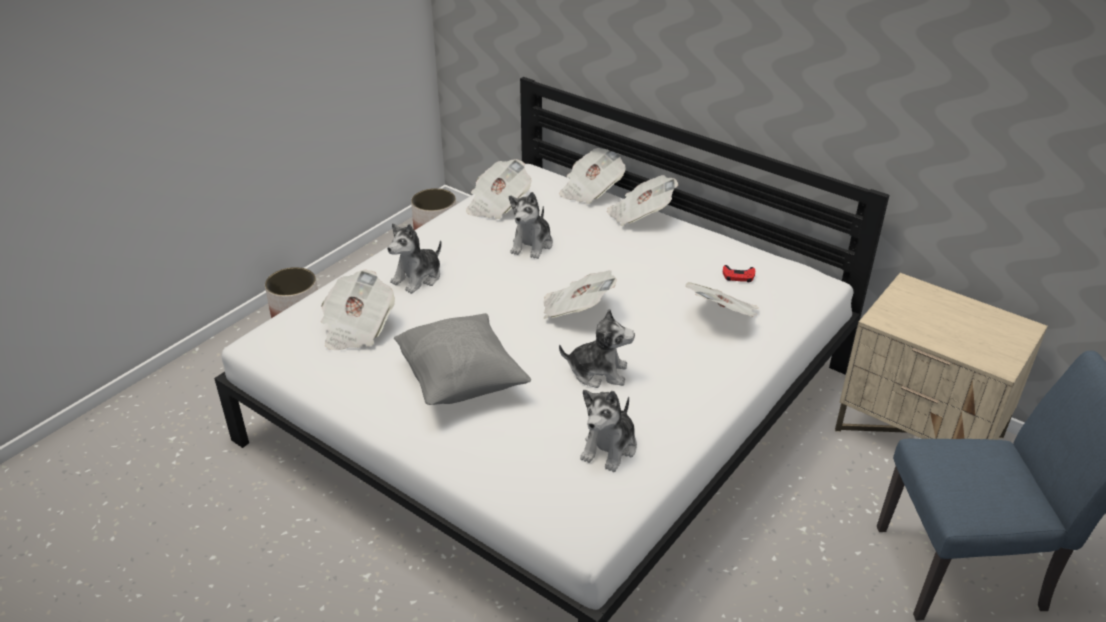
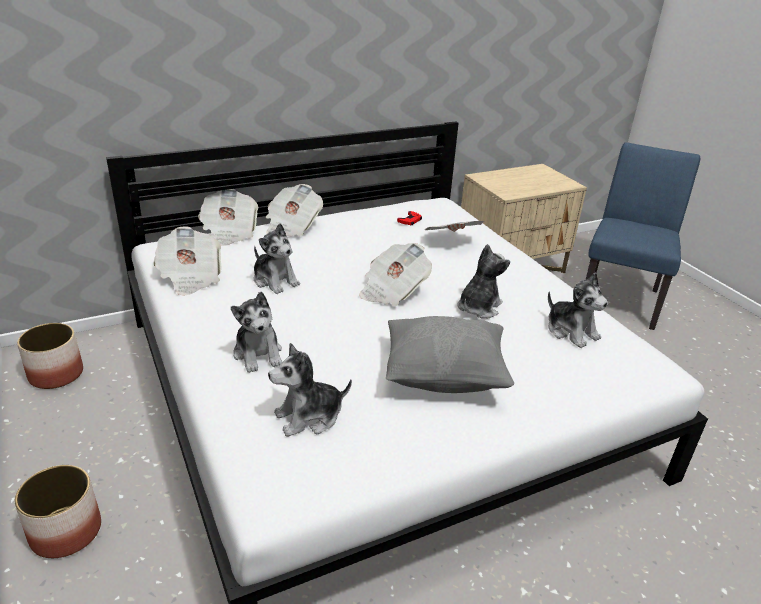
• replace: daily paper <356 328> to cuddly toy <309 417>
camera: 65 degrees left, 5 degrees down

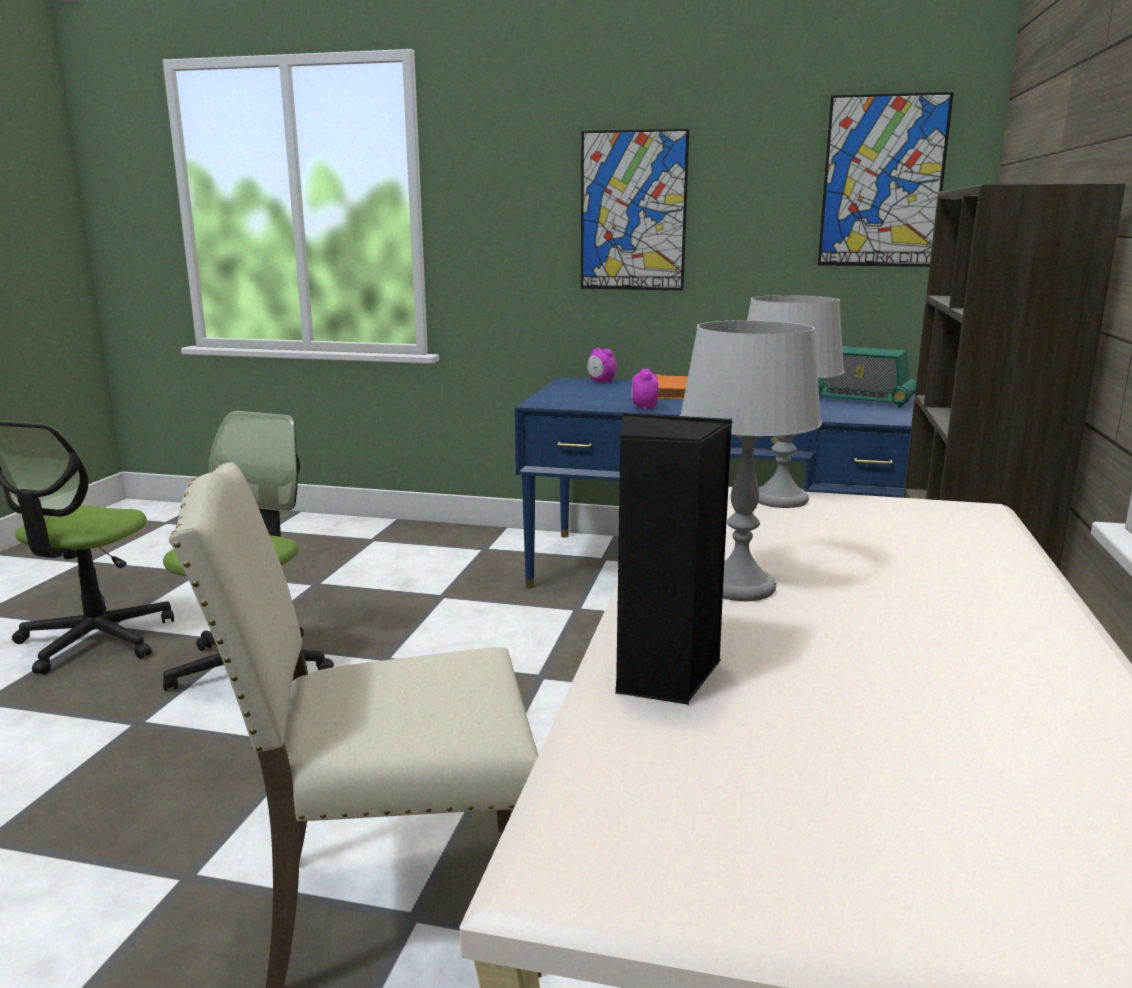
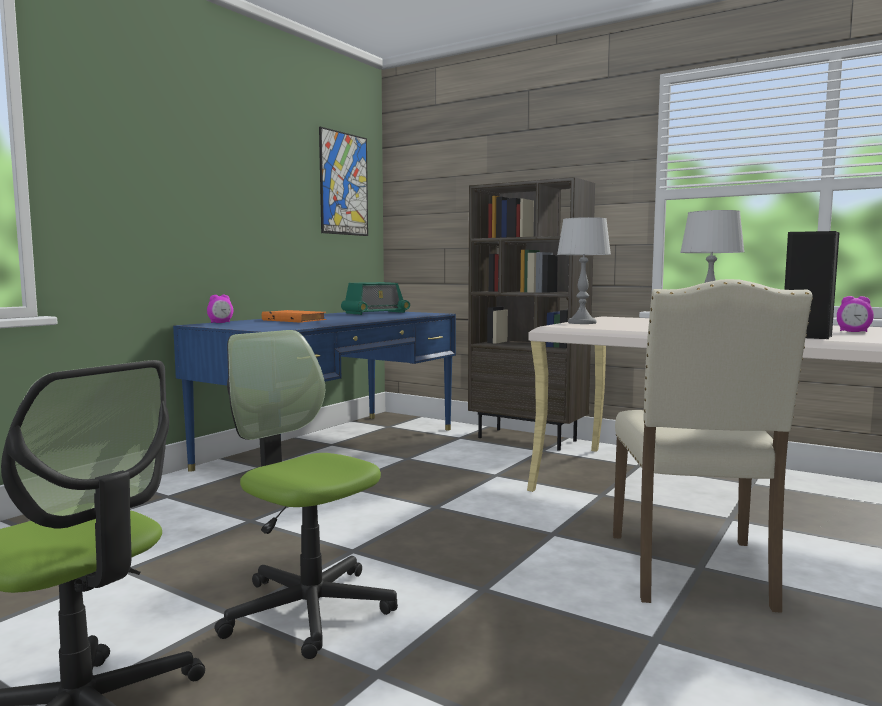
• delete: wall art <633 211>
• move: alarm clock <644 408> to <853 332>
camera: 70 degrees left, 10 degrees down

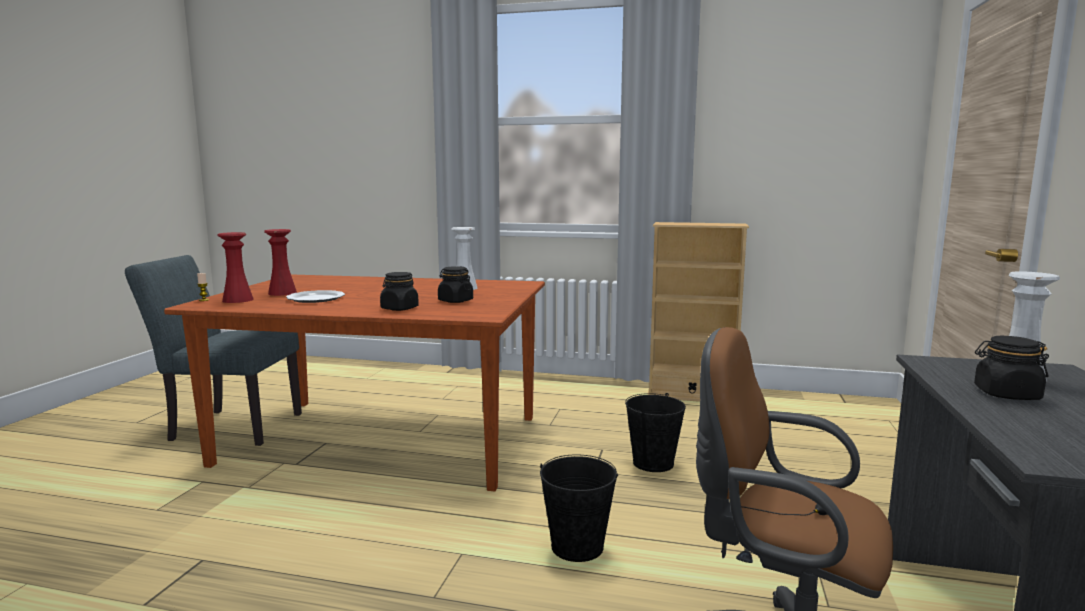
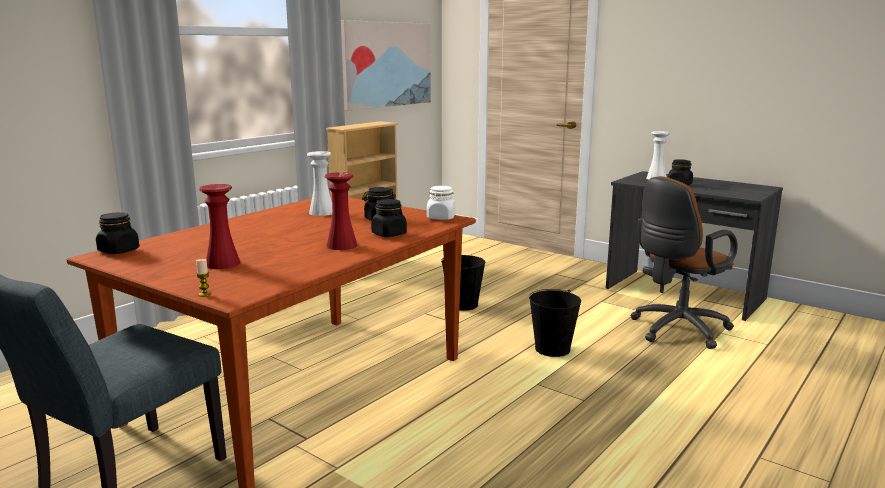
• move: red-coloured decorative vase <238 300> to <342 245>
• delete: plate <316 298>
• insert: black jar <119 251>
• insert: wall art <386 64>
• insert: whitish jar <441 218>
camera: 65 degrees left, 5 degrees up

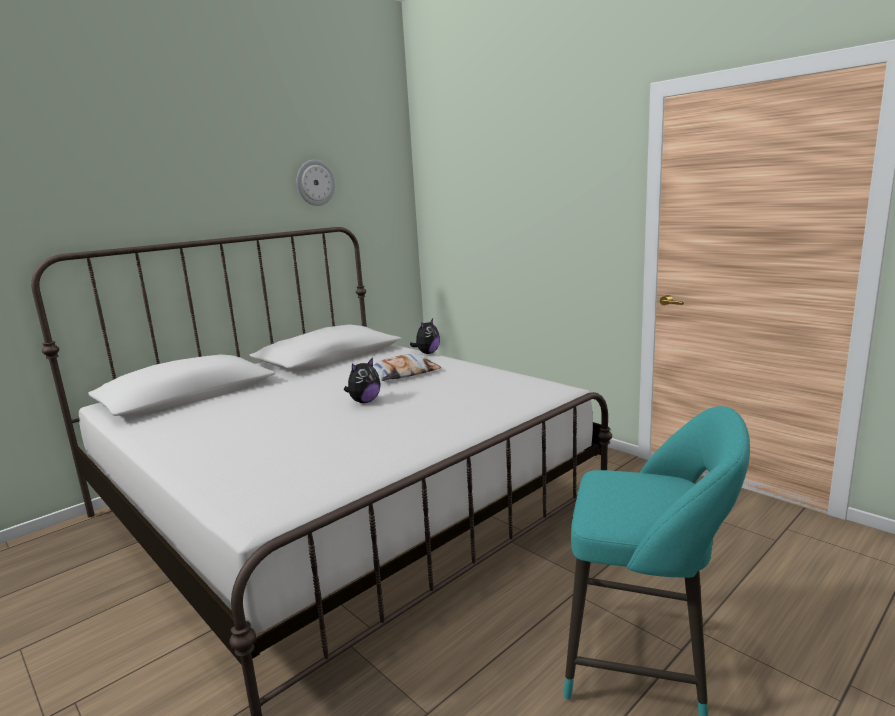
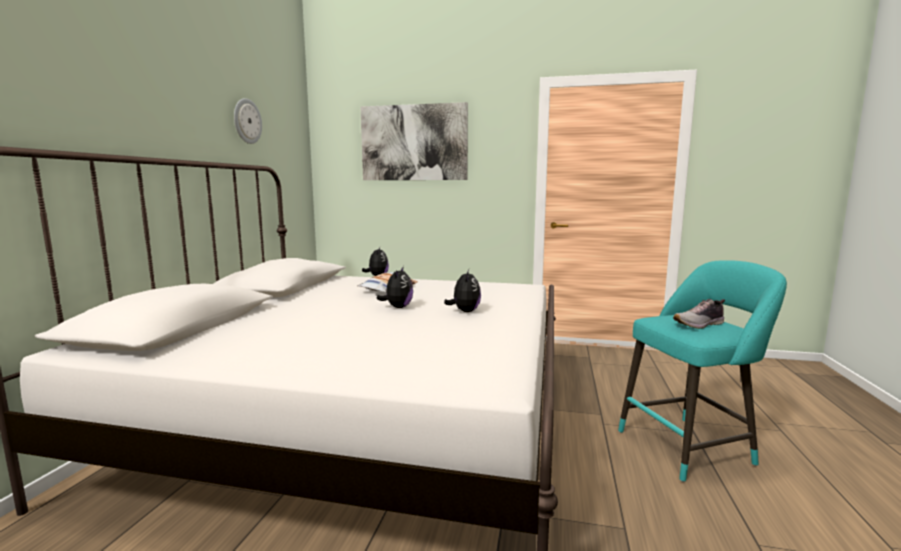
• insert: wall art <413 143>
• insert: cuddly toy <464 311>
• insert: item of footwear <700 324>
camera: 35 degrees left, 5 degrees down

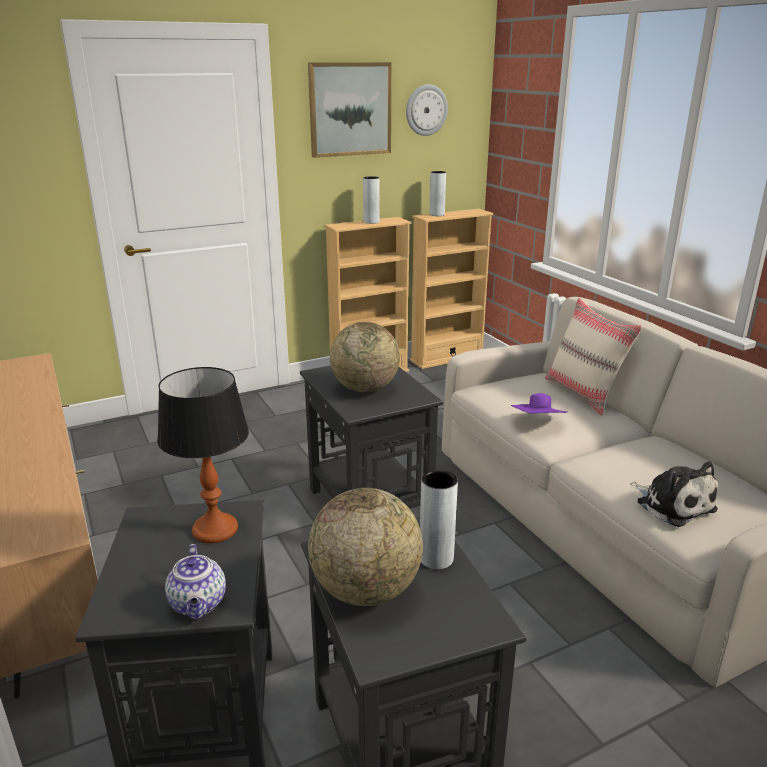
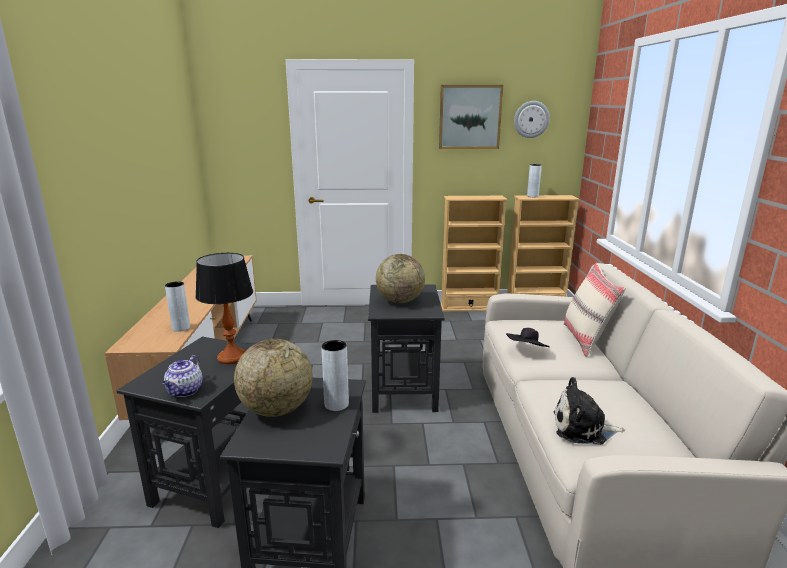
• move: grey decorative vase <371 222> to <181 328>
• recolor: purplish wearable hat <538 423> to black wearable hat <527 351>
• rotate: cuddly toy <672 504> = <583 428> 105 degrees clockwise
camera: 25 degrees right, 5 degrees down

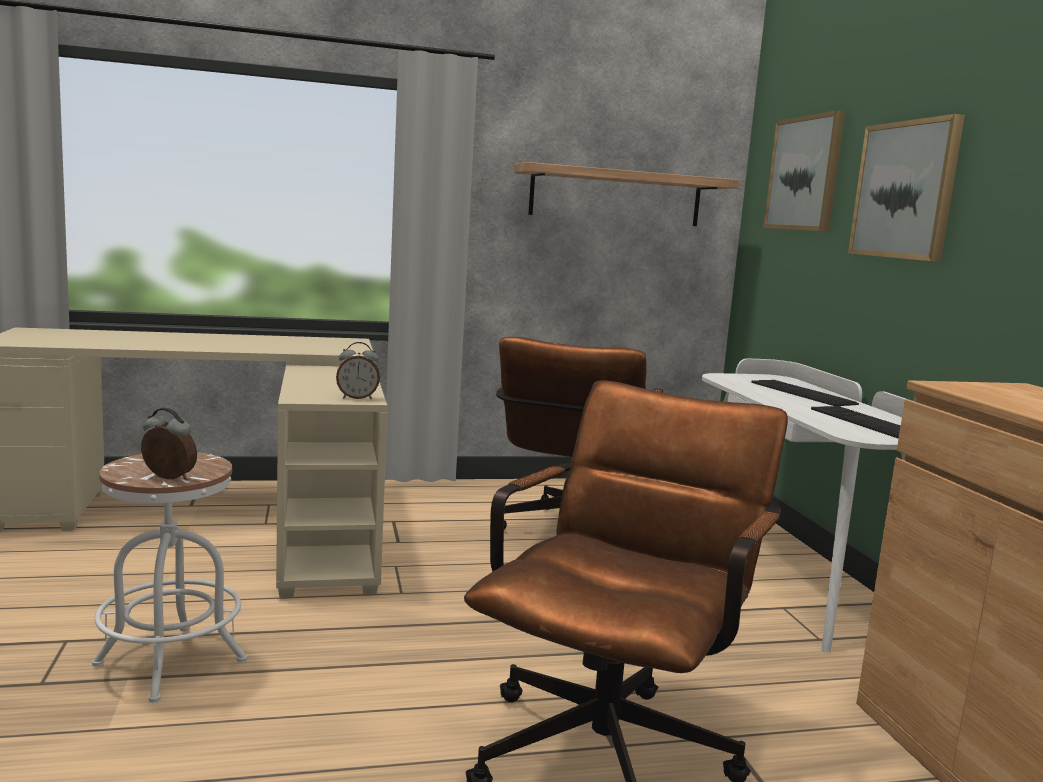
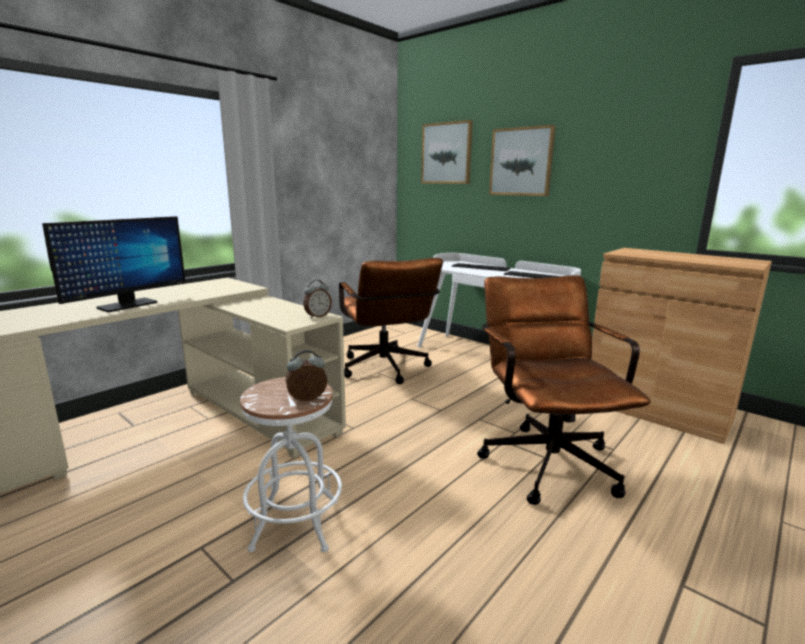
• delete: wall shelf <616 196>
• insert: computer display <127 305>
camera: 35 degrees left, 5 degrees up

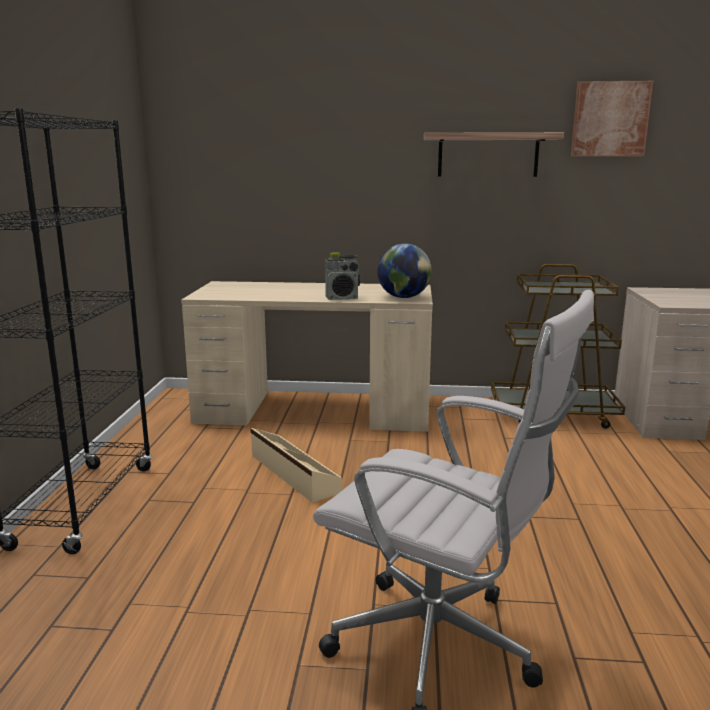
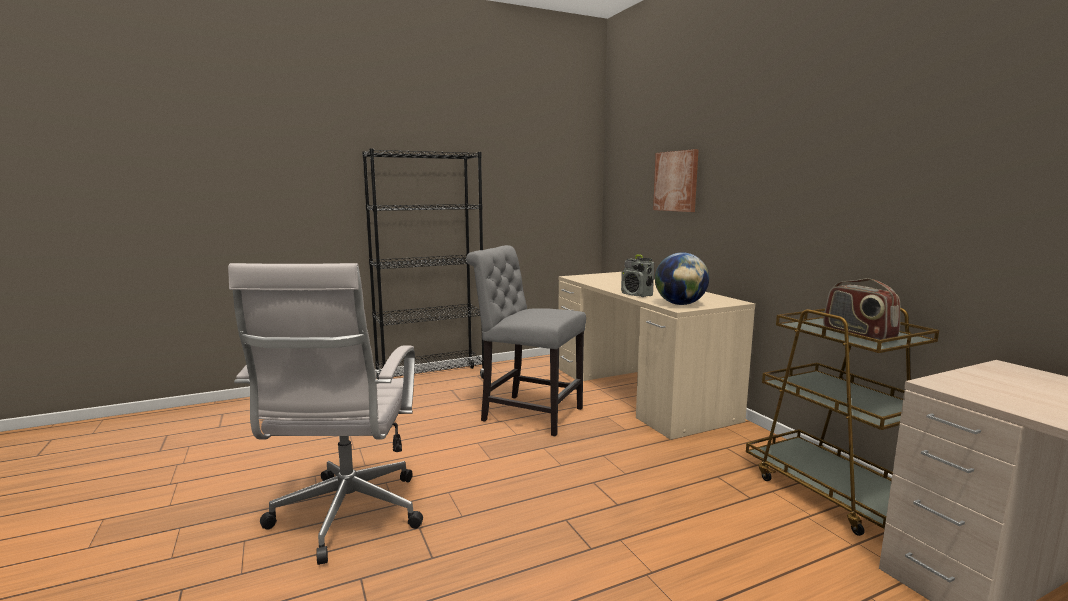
• replace: sand-coloured storage box <292 473> to grey plain chair <527 414>
• delete: wall shelf <488 155>
• move: wall art <610 119> to <676 181>
• insert: radio receiver <858 334>
camera: 60 degrees right, 5 degrees down

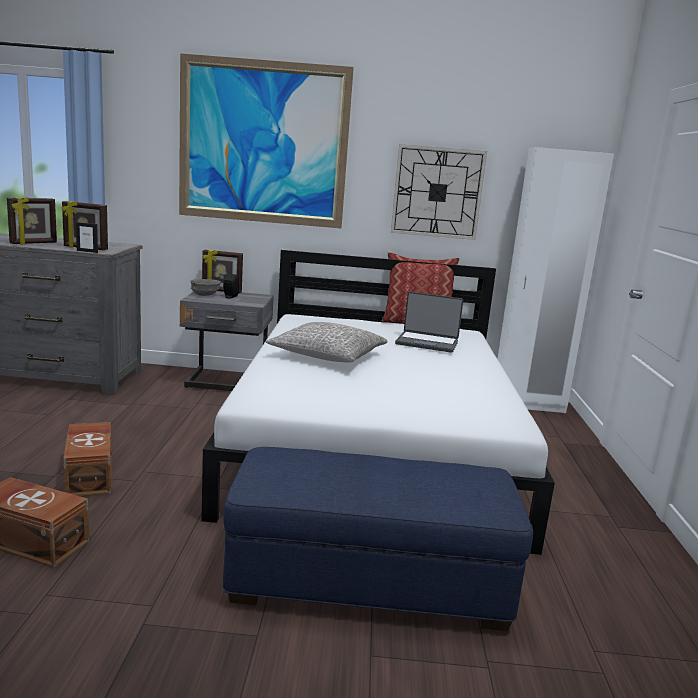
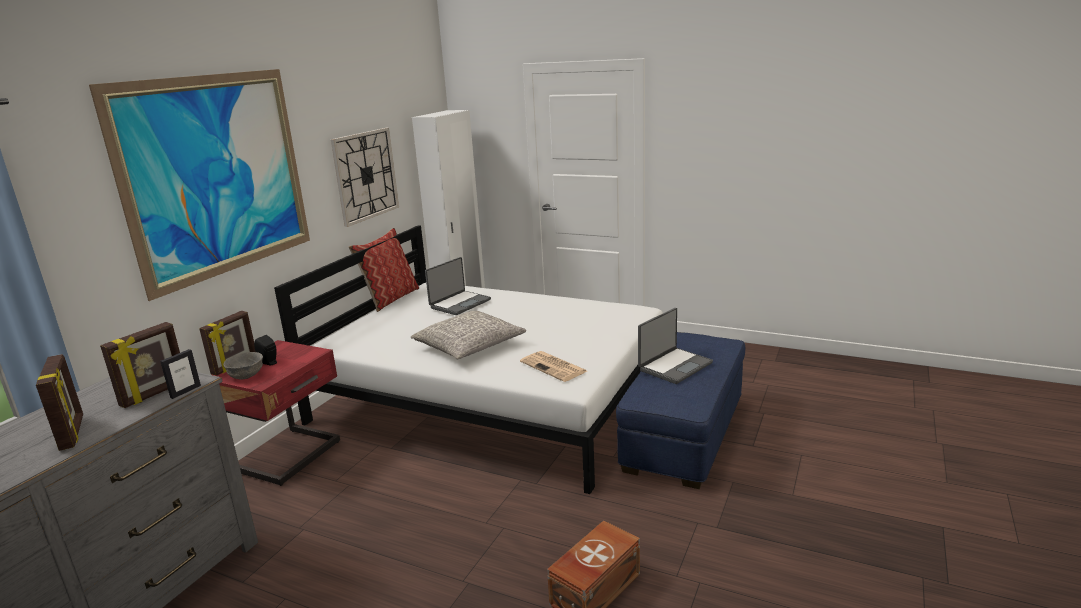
• delete: brown storage box <91 475>
• recolor: grey night table <226 383> to red-coloured night table <290 456>
• insert: daily paper <554 367>
• insert: laptop <674 366>
camera: 65 degrees left, 5 degrees up

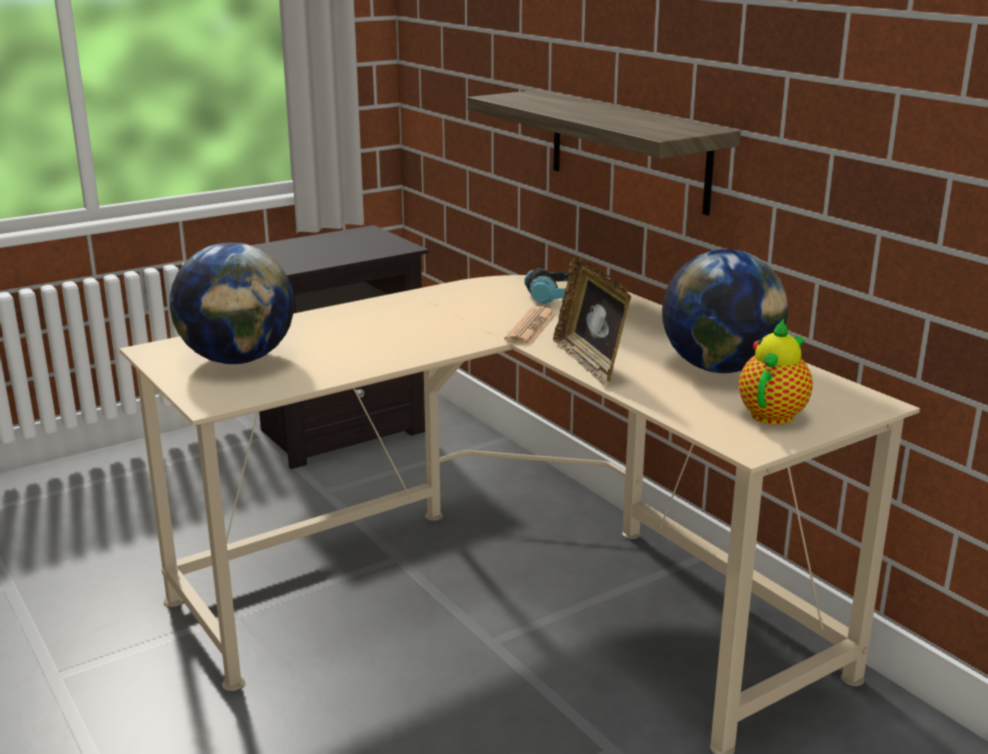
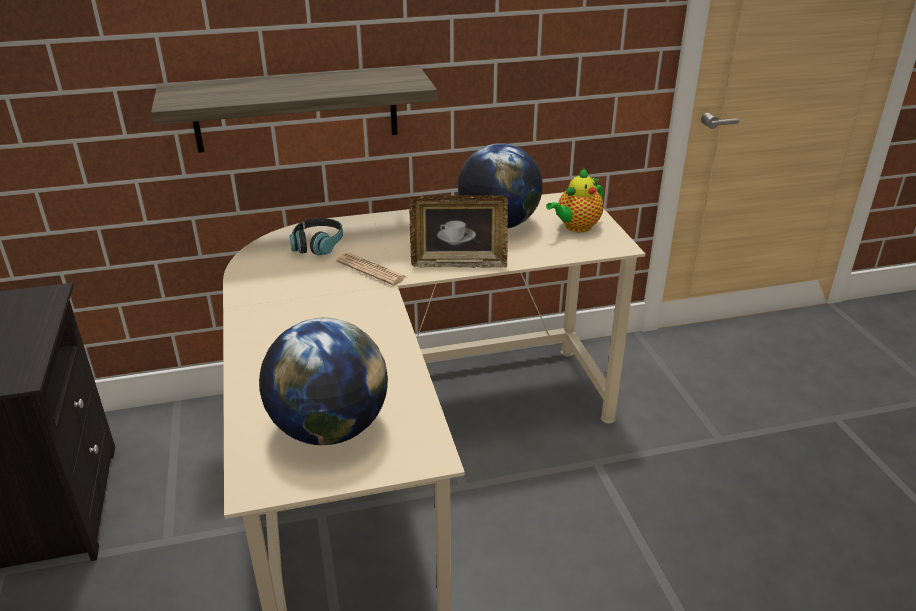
• rotate: teapot <774 413> = <576 227> 90 degrees counterclockwise
camera: 70 degrees left, 10 degrees up

